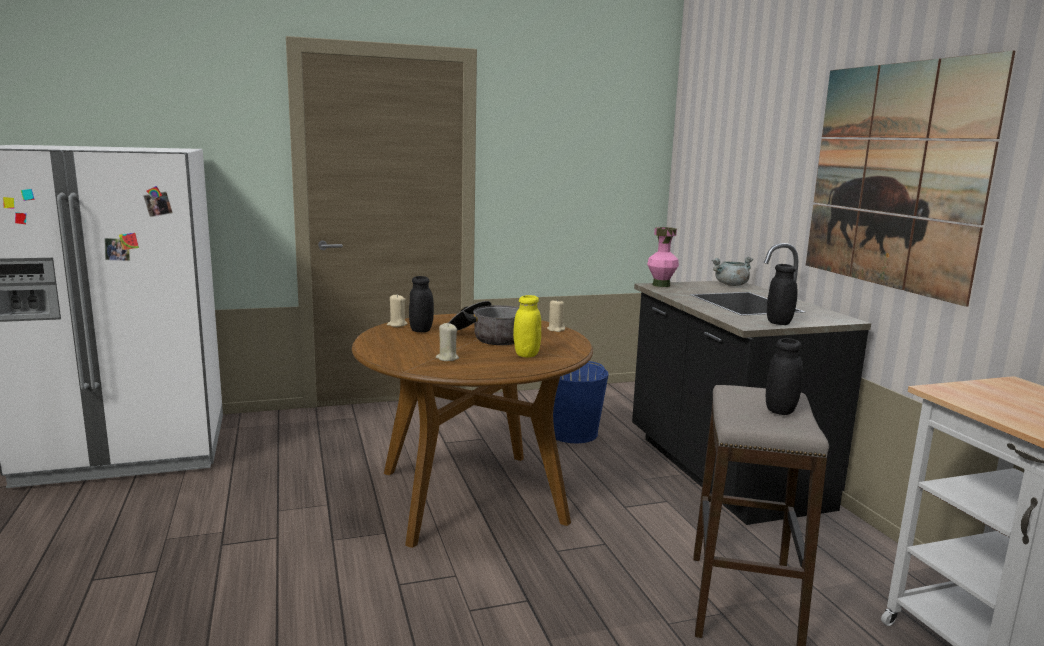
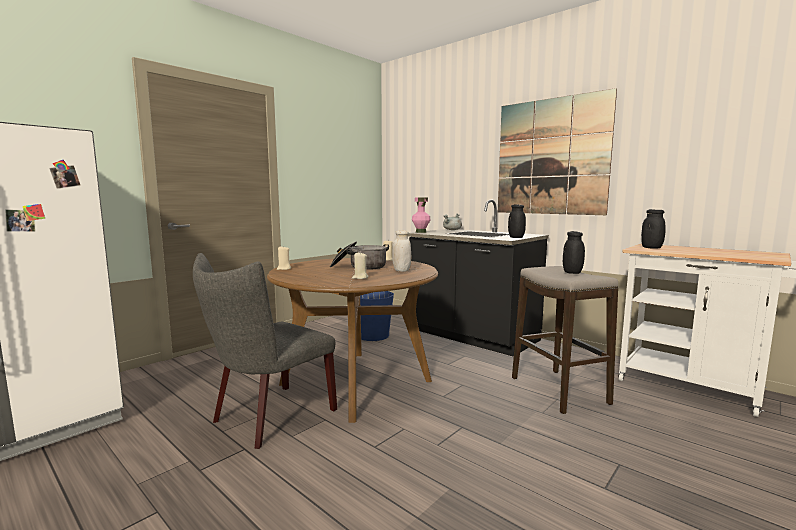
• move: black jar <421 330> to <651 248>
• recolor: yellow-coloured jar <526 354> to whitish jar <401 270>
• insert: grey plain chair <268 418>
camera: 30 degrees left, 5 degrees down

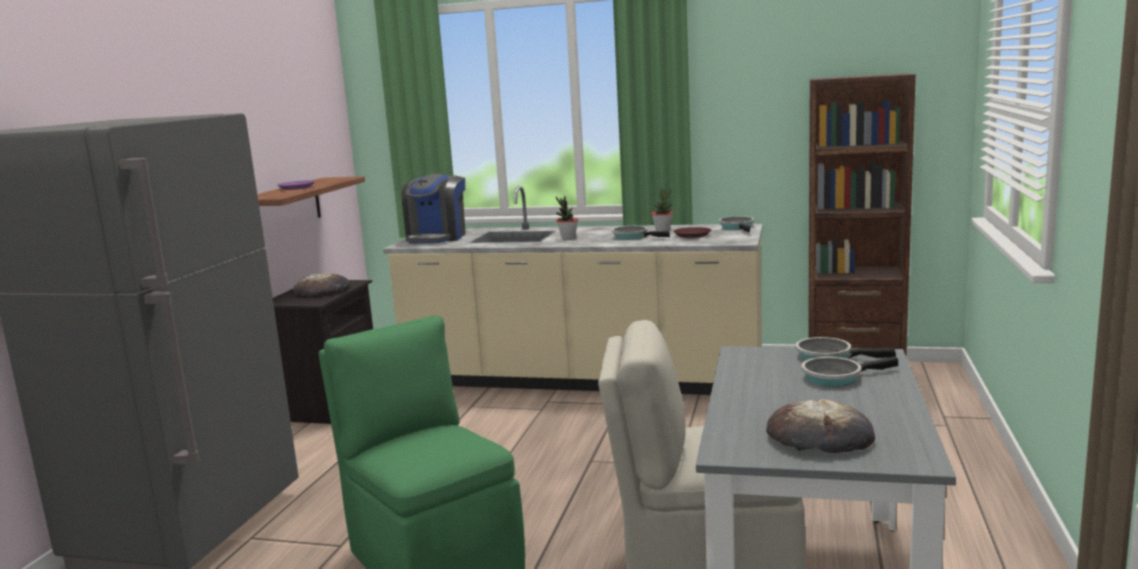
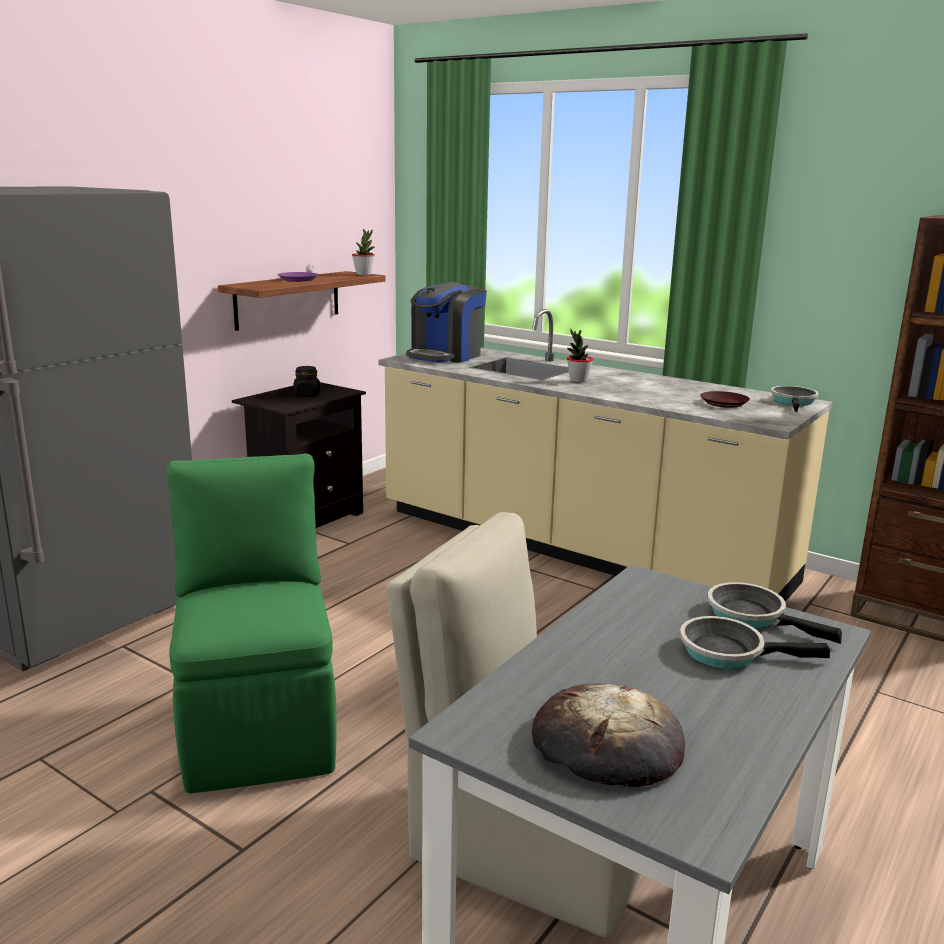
• replace: bread <322 290> to black jar <307 395>
• delete: skillet <633 237>
• move: houseplant <662 230> to <363 274>
camera: 20 degrees right, 5 degrees up

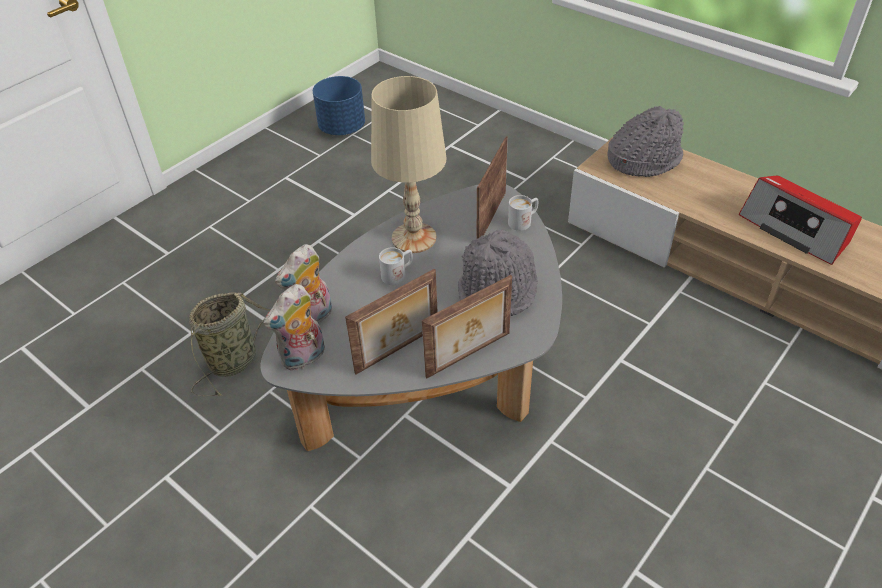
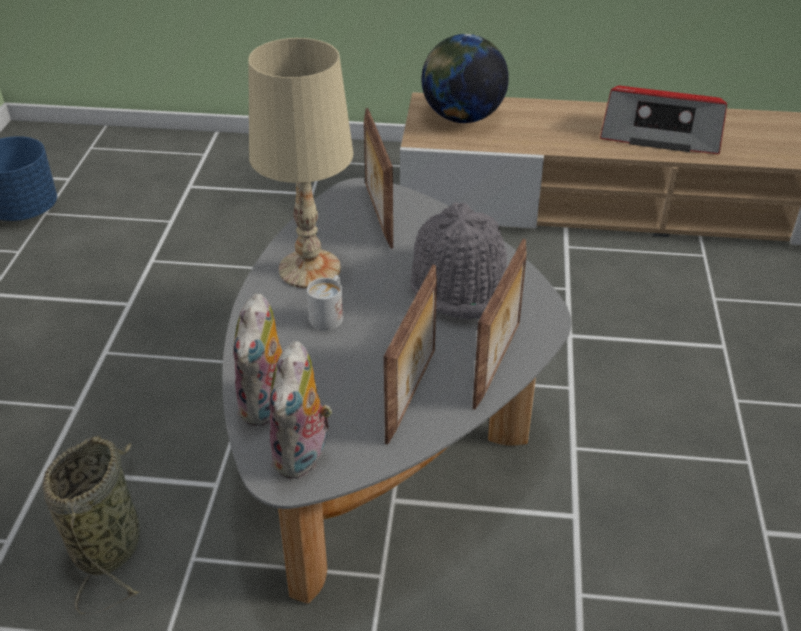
• delete: whitish coffee mug <523 221>
• replace: grey wearable hat <643 160> to world globe <462 117>
camera: 35 degrees left, 5 degrees down

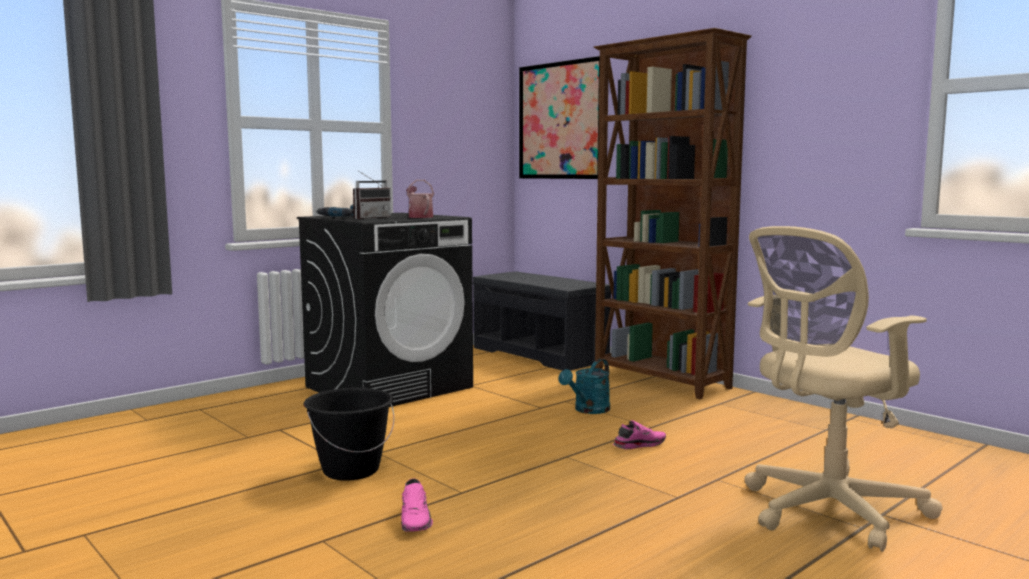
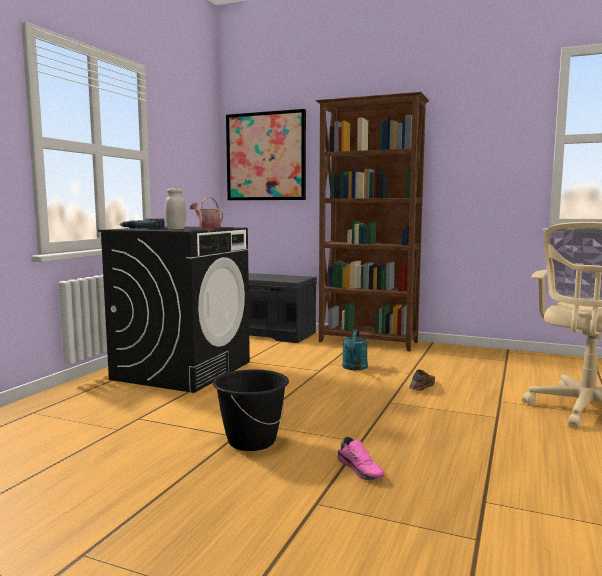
• replace: radio receiver <369 218> to whitish jar <176 229>
• recolor: pink-coloured item of footwear <638 445> to brown item of footwear <421 386>
camera: 25 degrees left, 0 degrees up

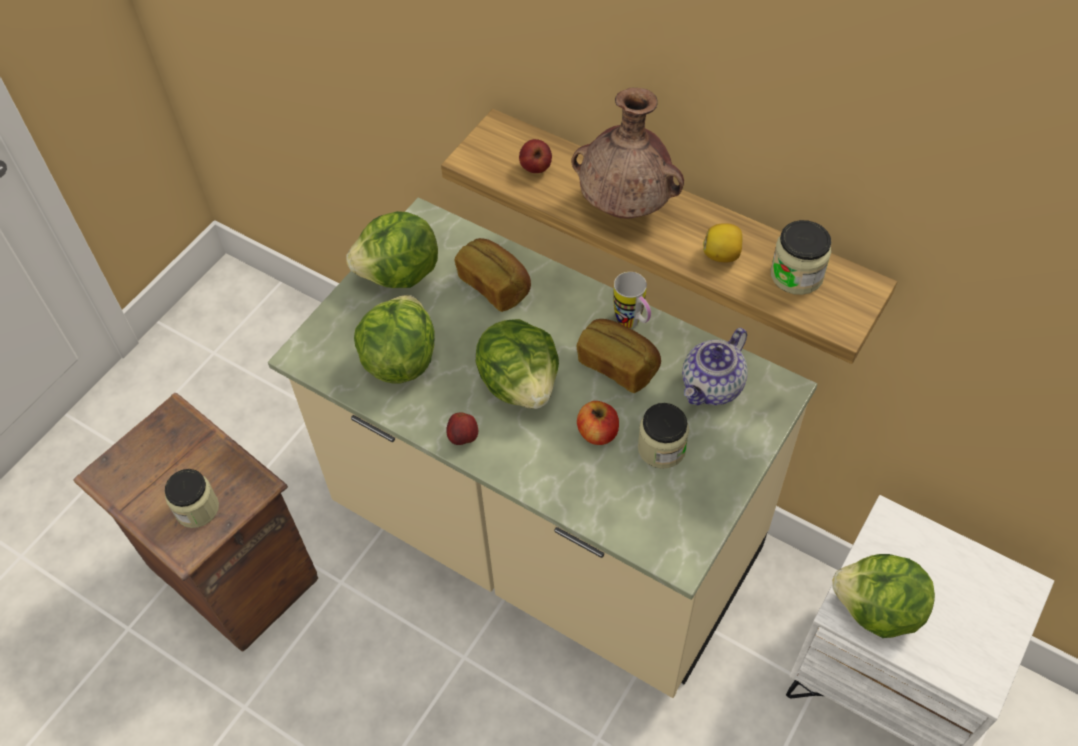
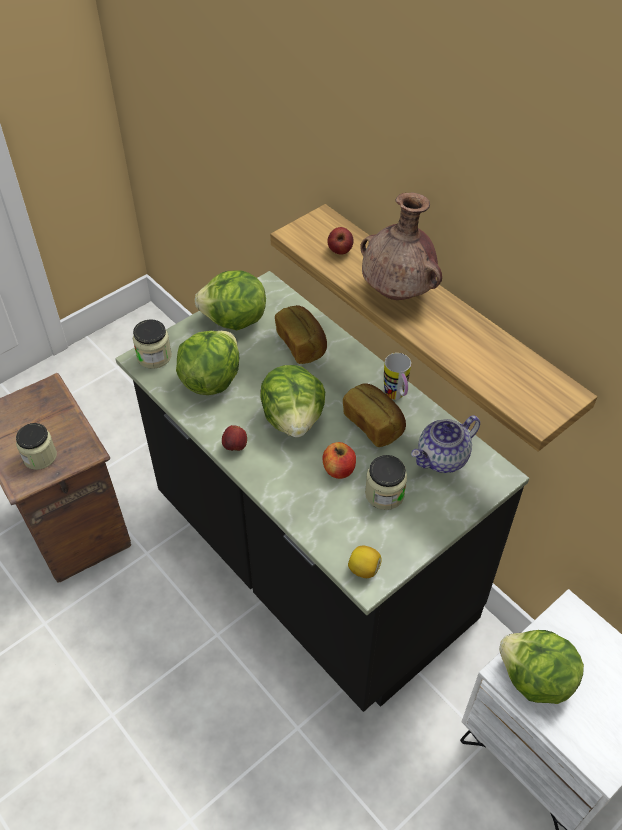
• recolor: sand-coloured kitchen counter <545 535> to black kitchen counter <311 561>
• move: lemon <722 255> to <364 569>
• move: jar <796 275> to <154 356>
camera: 15 degrees right, 5 degrees down

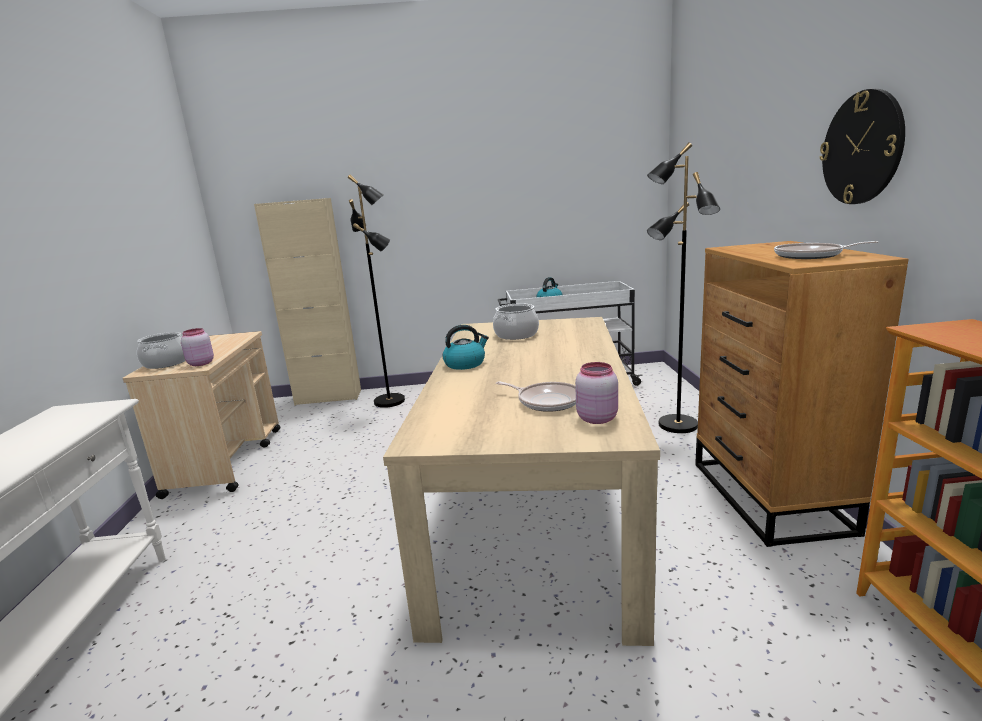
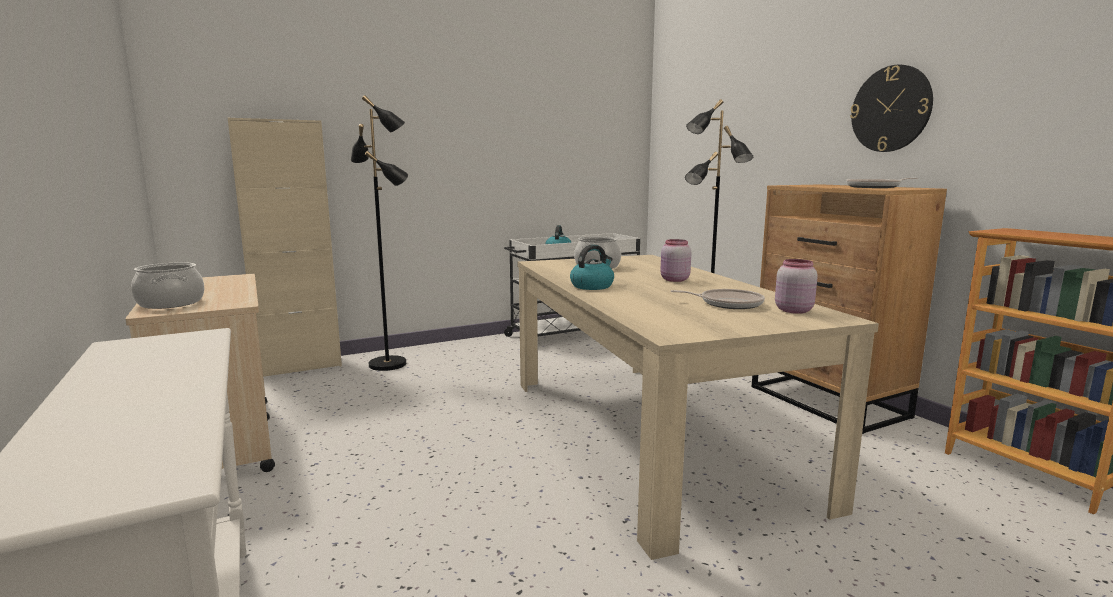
• move: pink-coloured jar <200 363> to <674 280>
camera: 25 degrees left, 5 degrees down

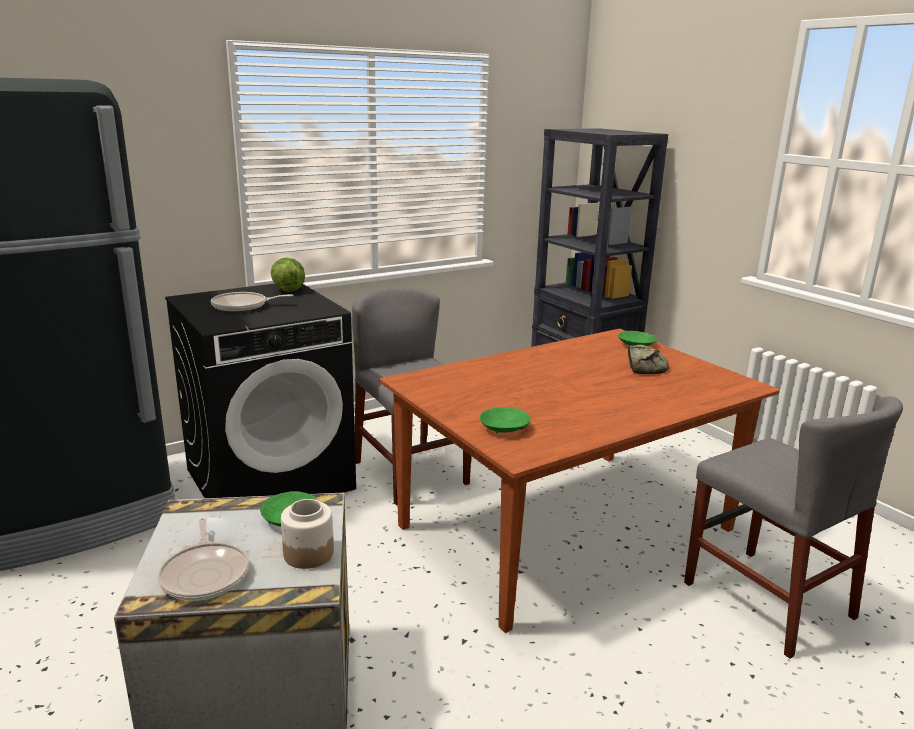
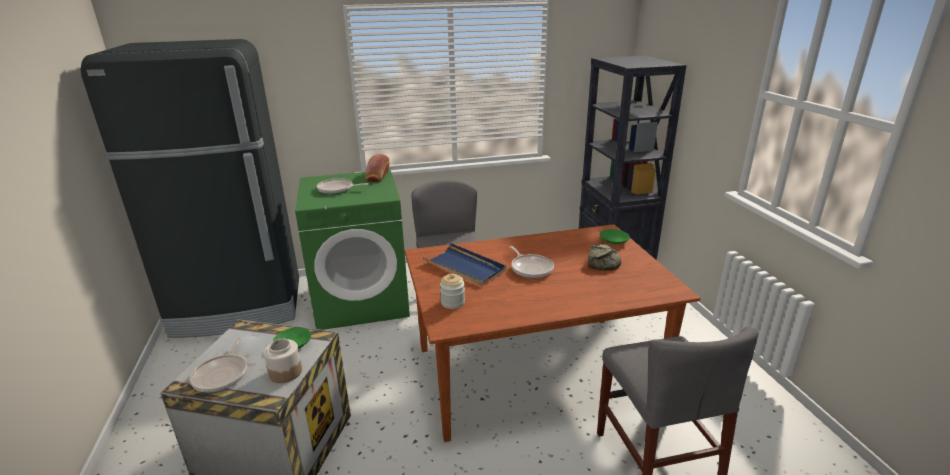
• recolor: black laundry machine <271 478> to green laundry machine <362 300>
• replace: lettuce <288 289> to bread <377 177>
• replace: green deep dish <504 428> to jar <453 302>
• insert: blue carrying tray <465 267>
• insert: skillet <531 268>
camera: 20 degrees right, 5 degrees up

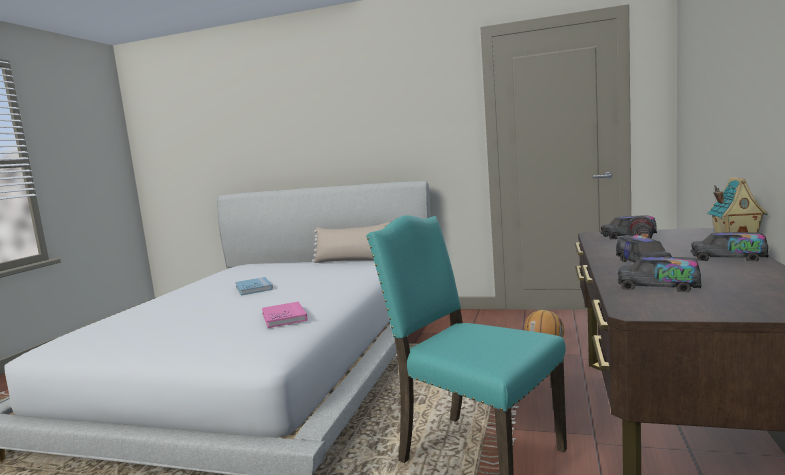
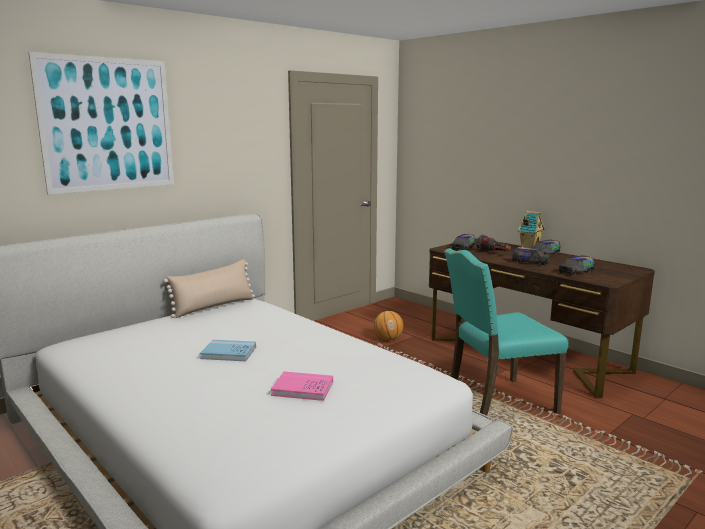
• move: pink-coloured book <284 317> to <302 388>
• insert: wall art <108 124>
camera: 60 degrees left, 5 degrees up

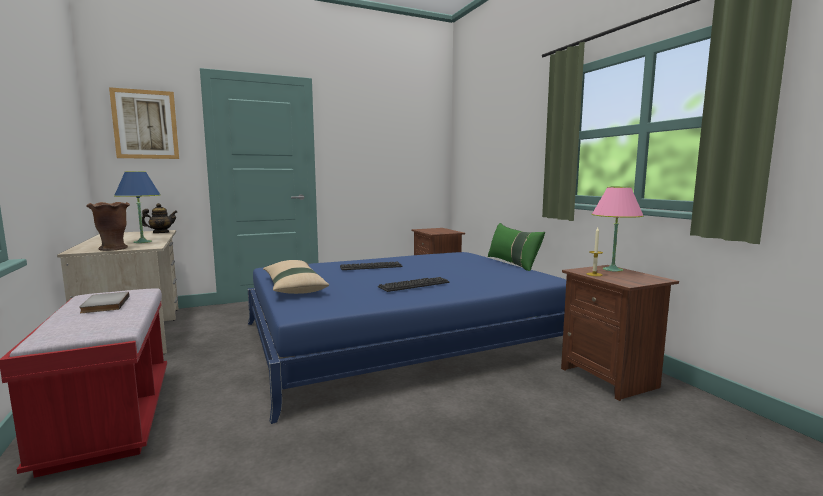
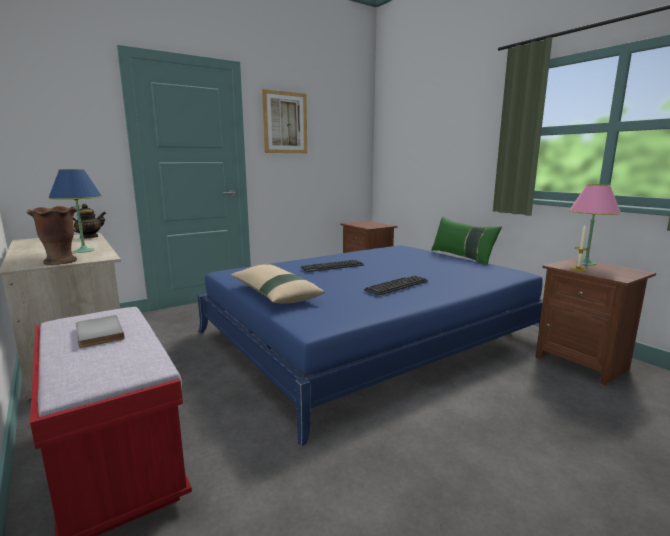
• move: wall art <145 124> to <285 123>
camera: 10 degrees left, 5 degrees up

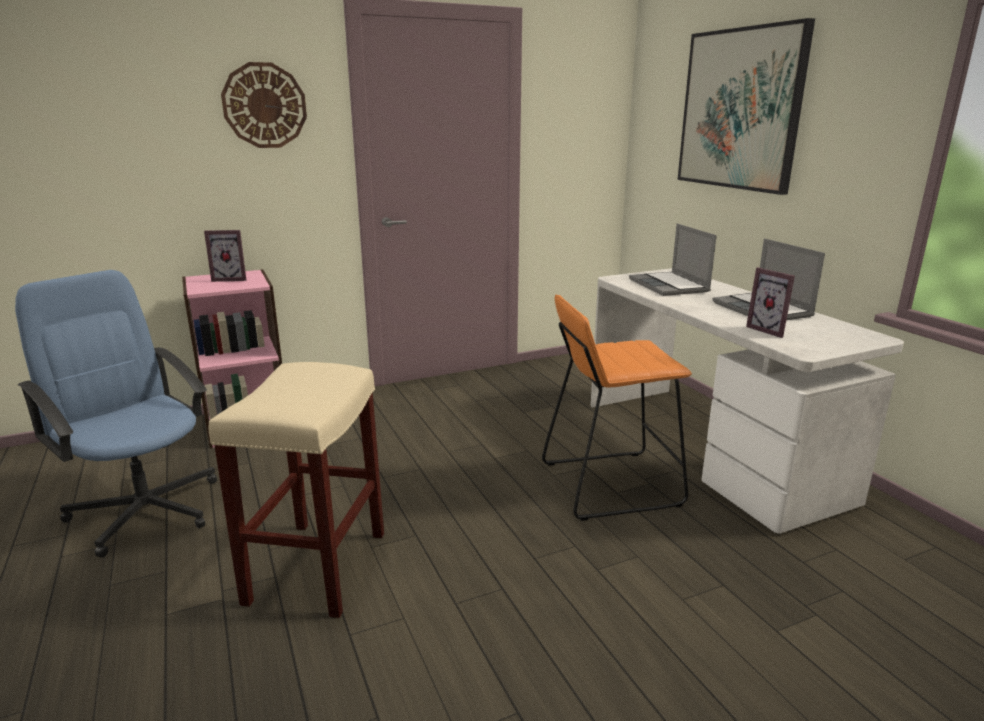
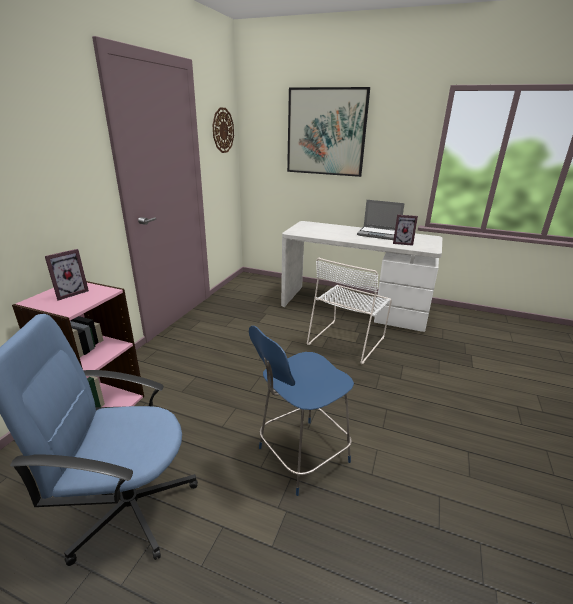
• replace: sand-coloured stool seat <317 566> to blue plain chair <300 456>
• move: hanging clock <264 105> to <223 130>
• replace: orange stool seat <610 483> to whitish plain chair <347 340>
• delete: laptop <670 286>
camera: 45 degrees left, 5 degrees up

